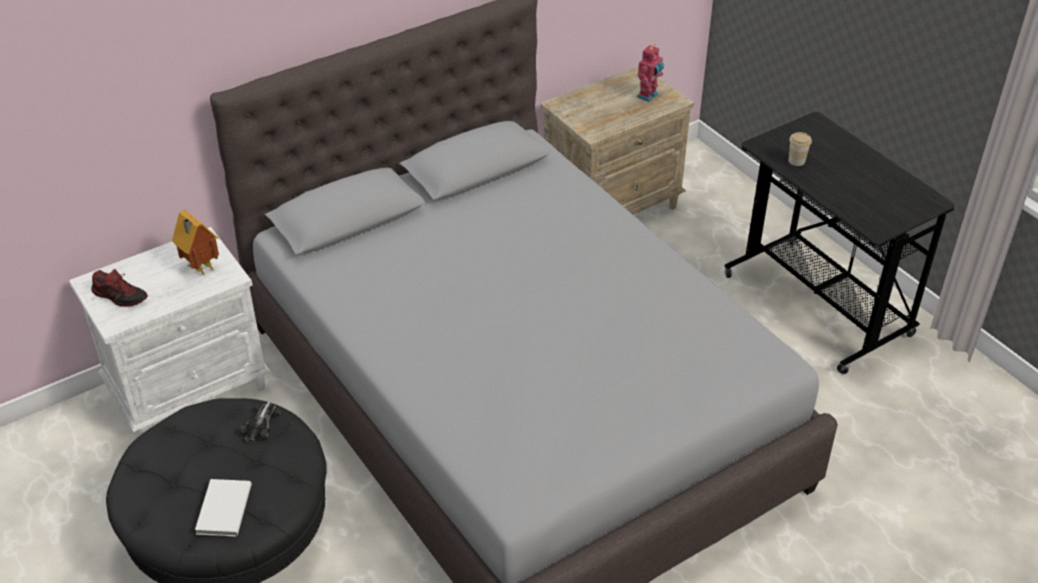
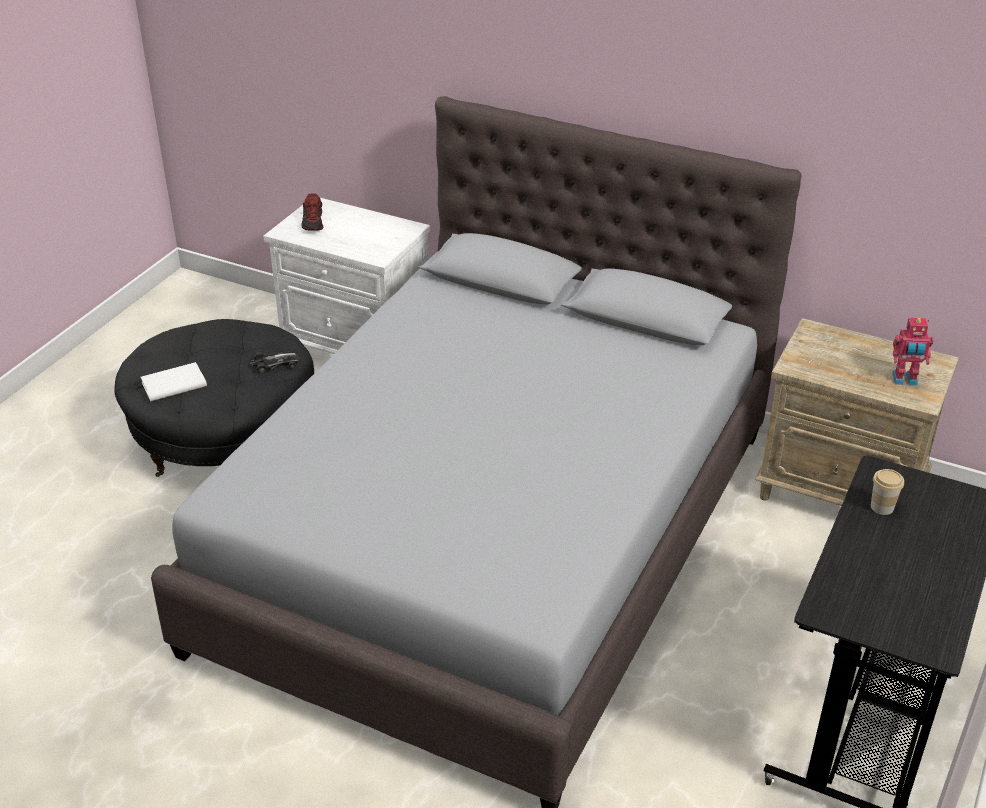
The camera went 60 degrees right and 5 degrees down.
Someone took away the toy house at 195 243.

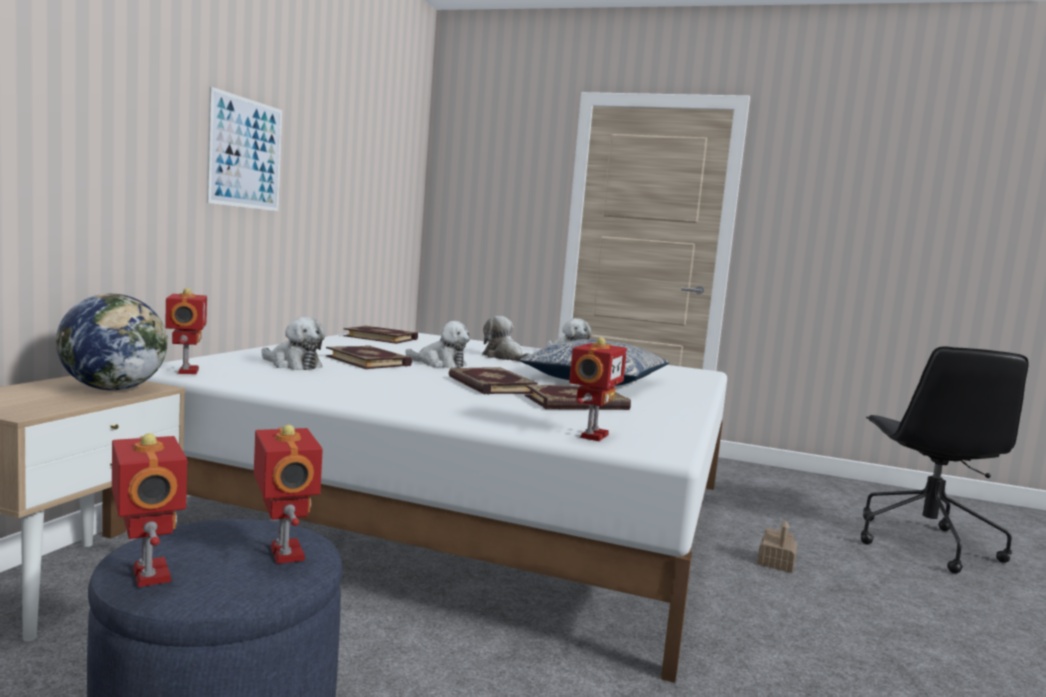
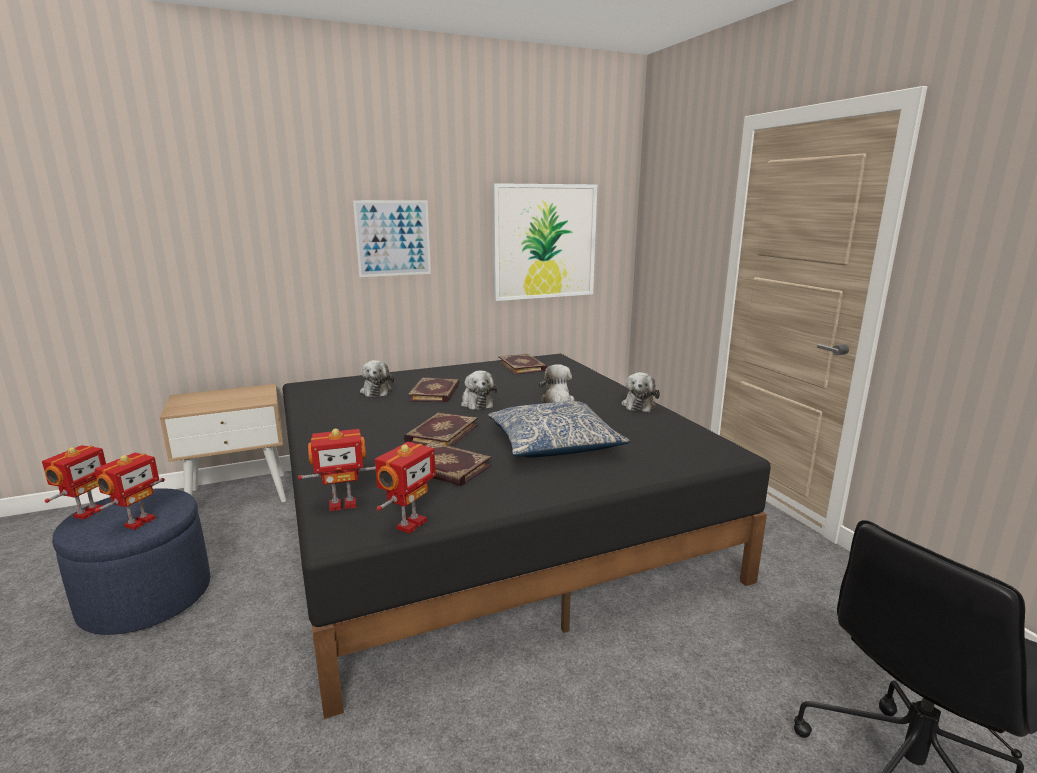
The camera went 50 degrees right and 10 degrees up.
Someone took away the globe at 112 342.
Someone repainted the white bed at 414 508, which became the black bed at 527 536.
Someone carried the toy robot from 186 331 to 405 488.
Someone took away the toy house at 777 546.
Someone put up the picture at 544 242.

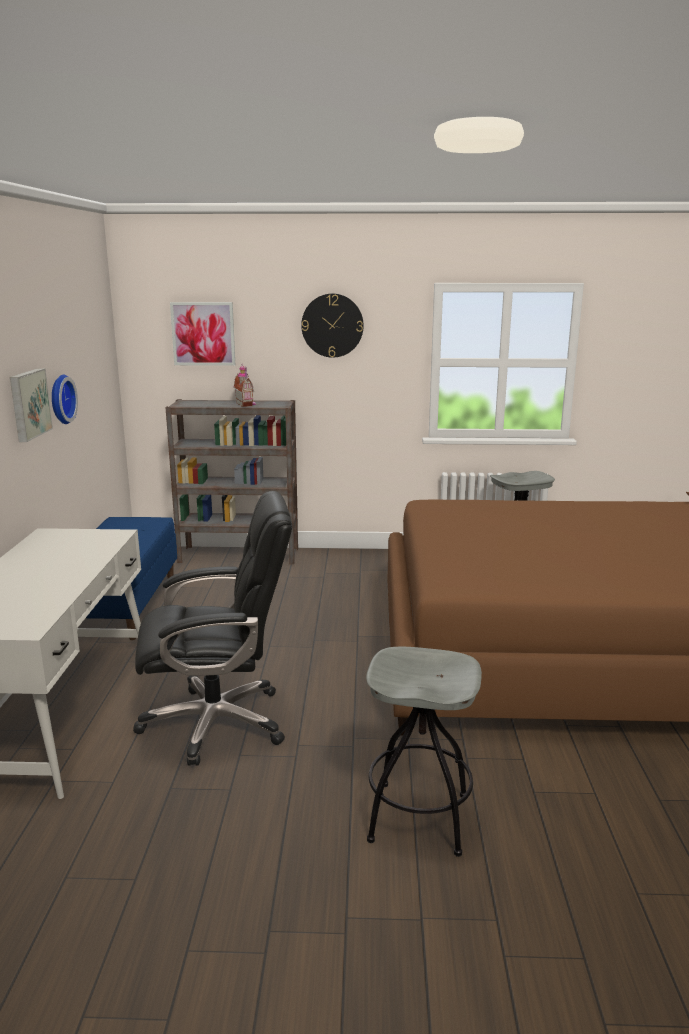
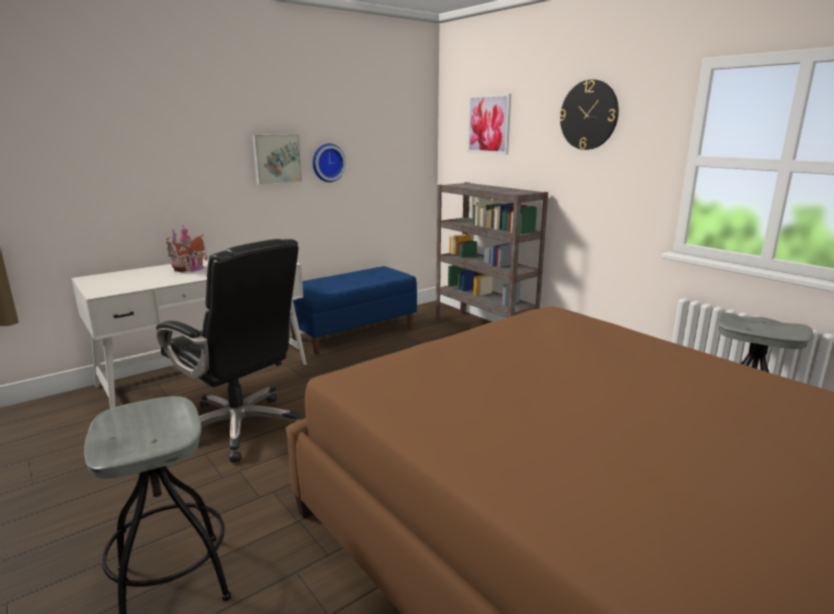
The camera went 50 degrees right and 0 degrees up.
Someone carried the toy house from 245 385 to 187 248.

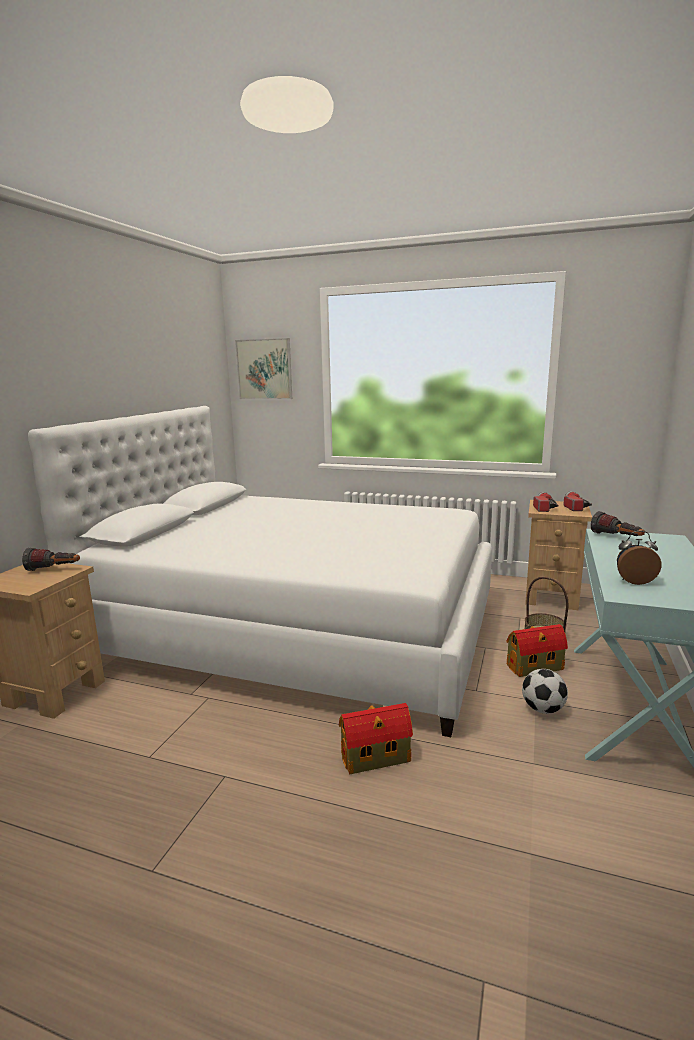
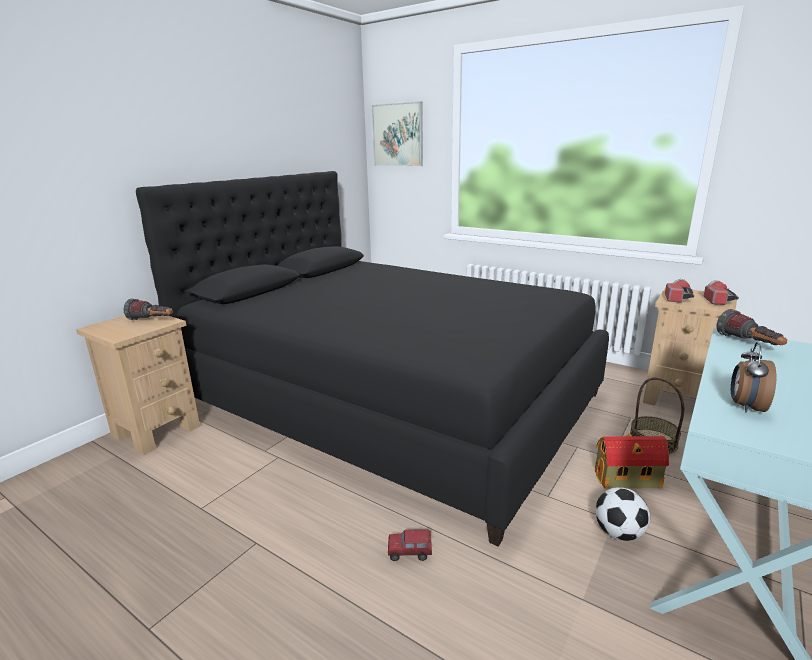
The camera went 15 degrees right and 5 degrees up.
Someone repainted the white bed at 260 571, which became the black bed at 372 359.
Someone swapped the toy house at 376 738 for the toy truck at 410 545.
Someone rotated the alarm clock at 639 558 by 90 degrees counterclockwise.

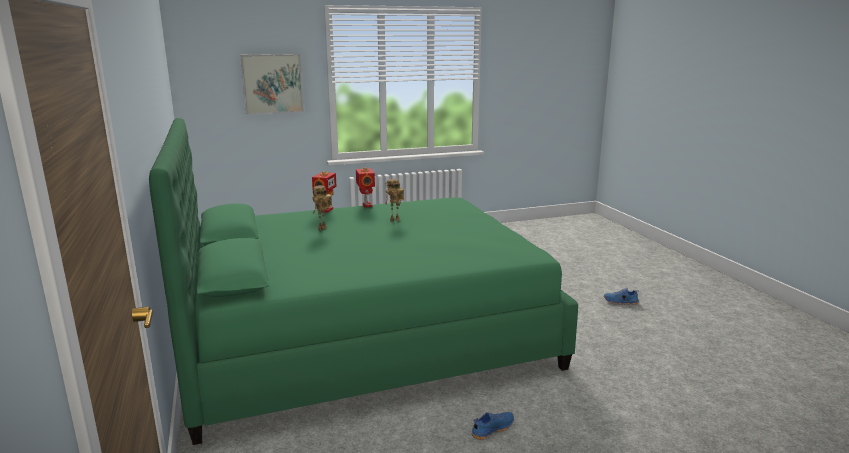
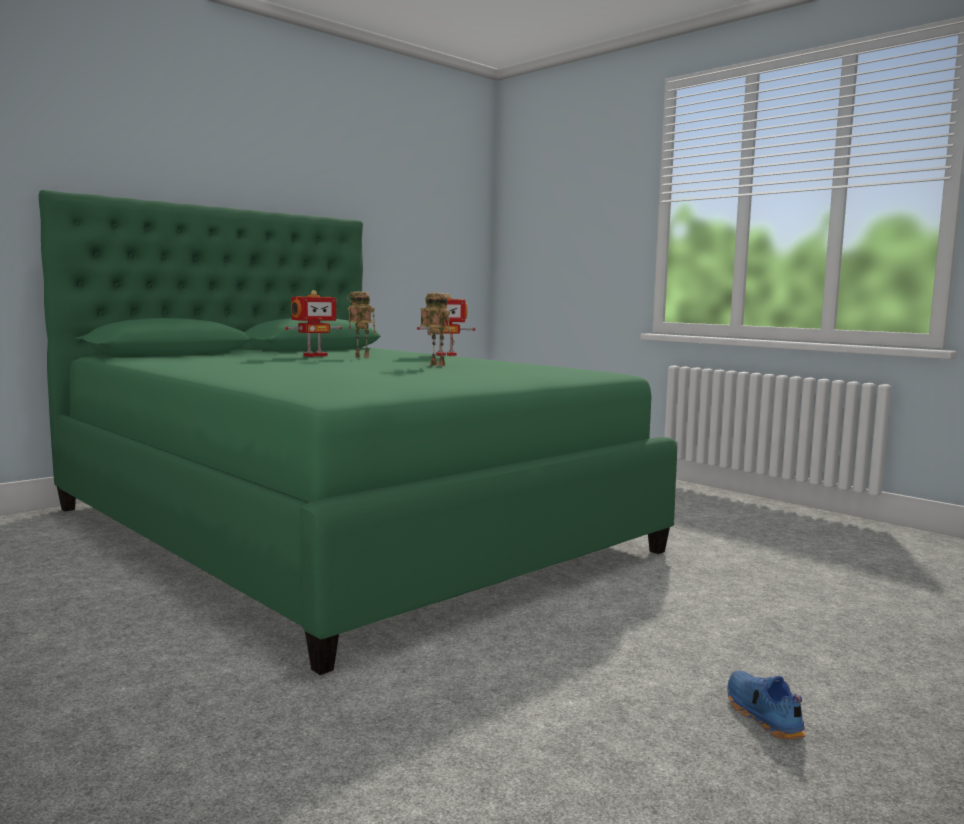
The camera went 65 degrees right and 10 degrees down.
Someone took away the picture at 272 84.
Someone carried the toy robot from 365 187 to 313 323.
Someone took away the blue shoe at 492 426.

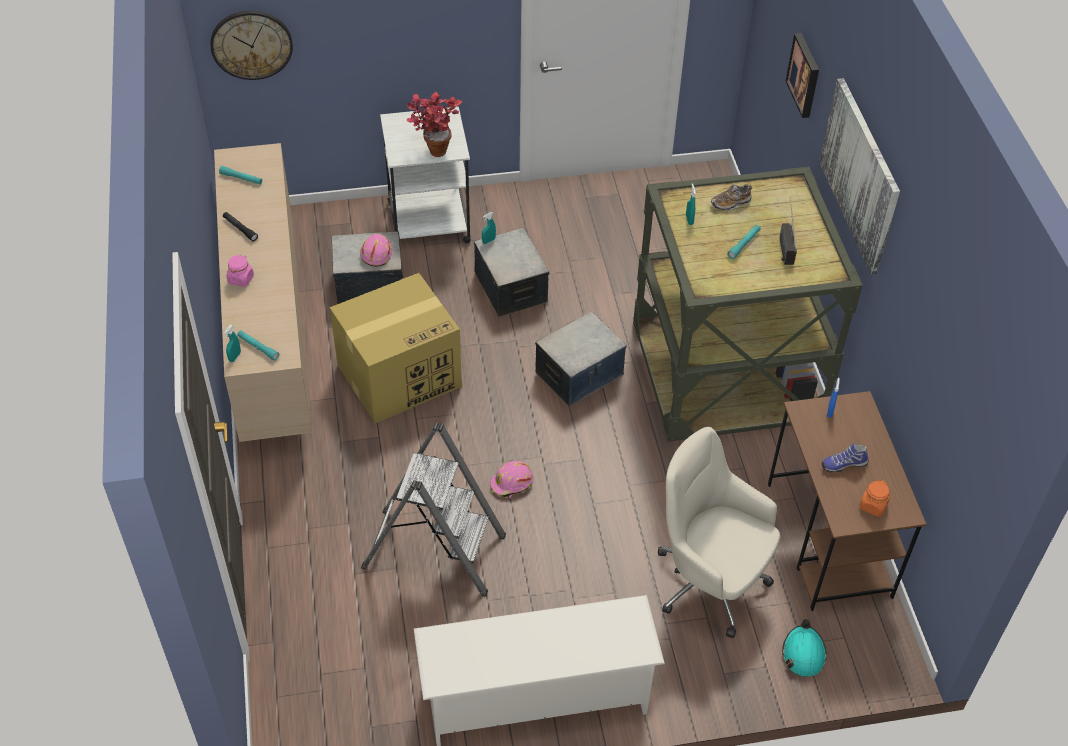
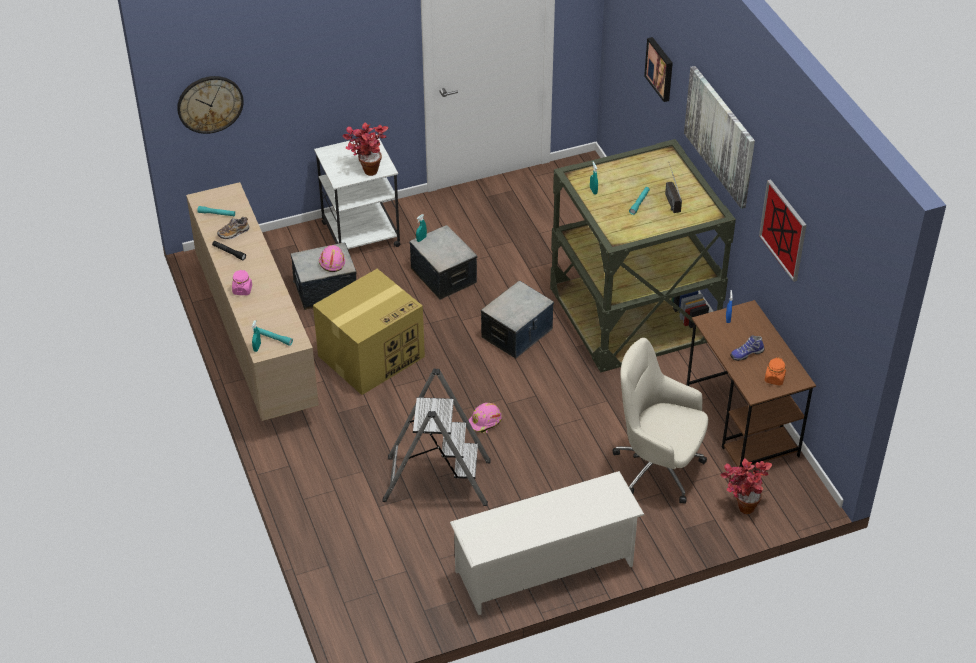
The camera went 10 degrees left and 5 degrees down.
Someone carried the shoe from 731 197 to 233 228.
Someone swapped the turquoise hard hat at 804 648 for the potted plant at 746 486.
Someone put up the picture at 783 230.

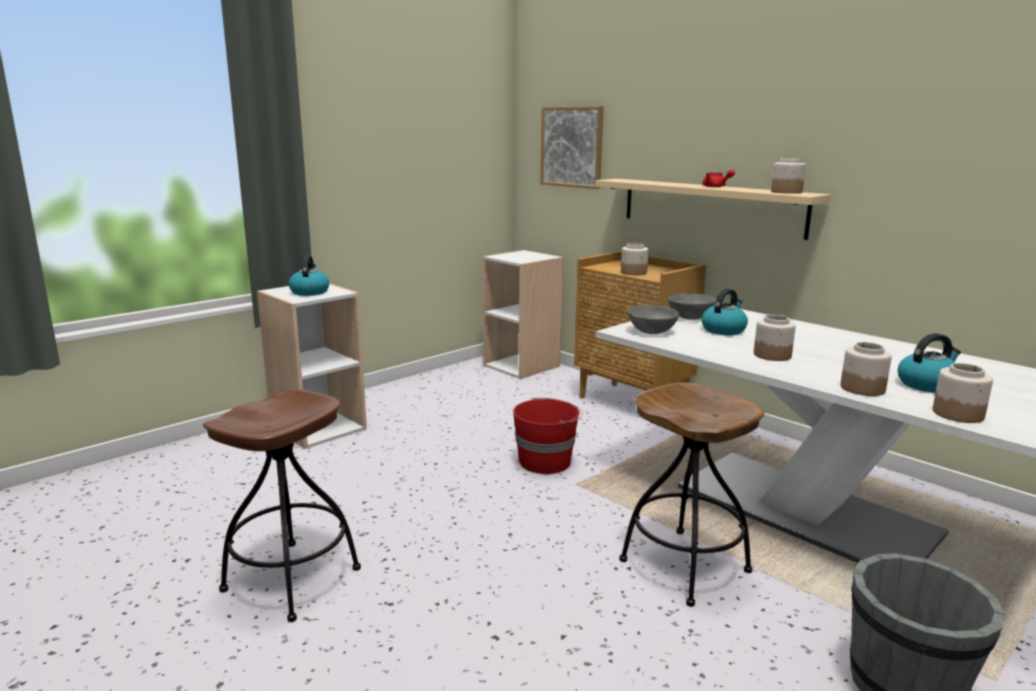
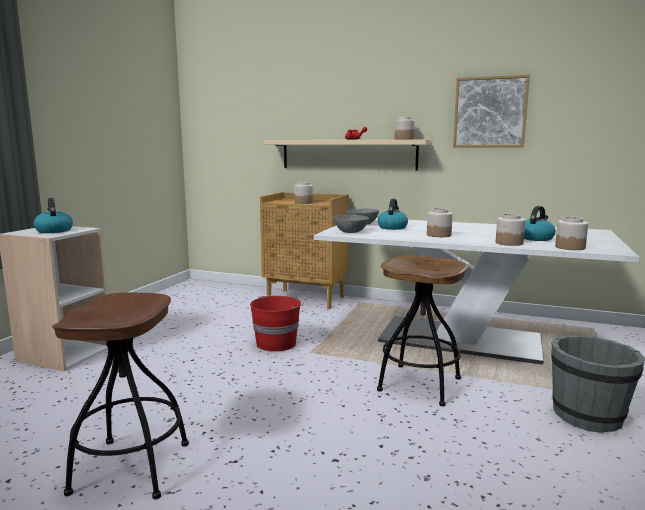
The camera went 25 degrees left and 5 degrees down.
Someone took away the bookcase at 523 314.
Someone carried the picture from 572 147 to 491 111.

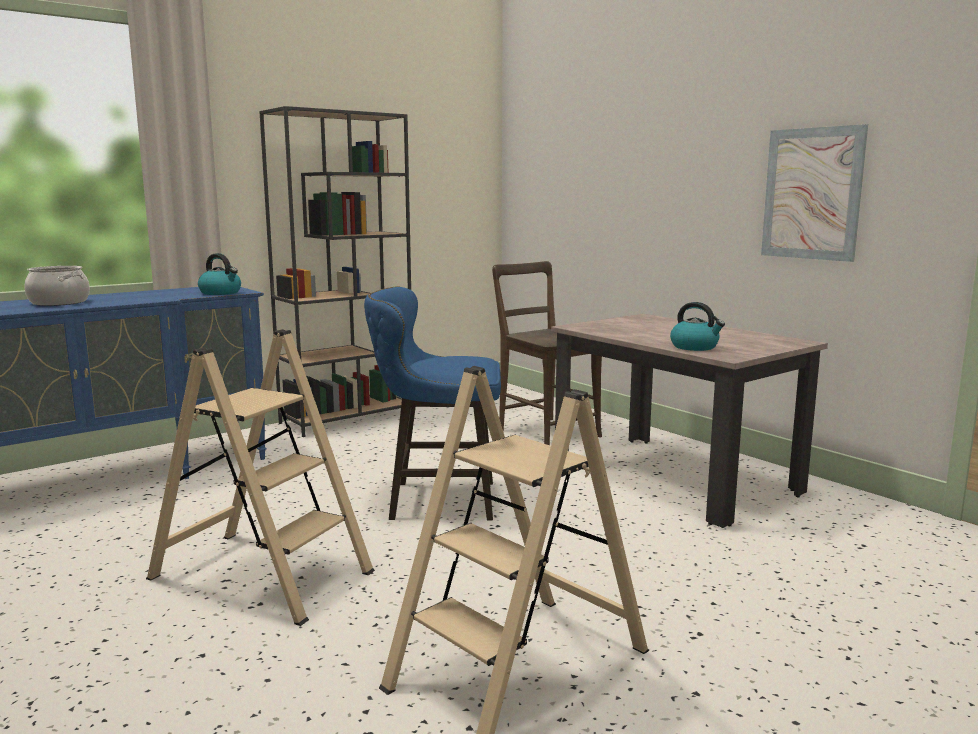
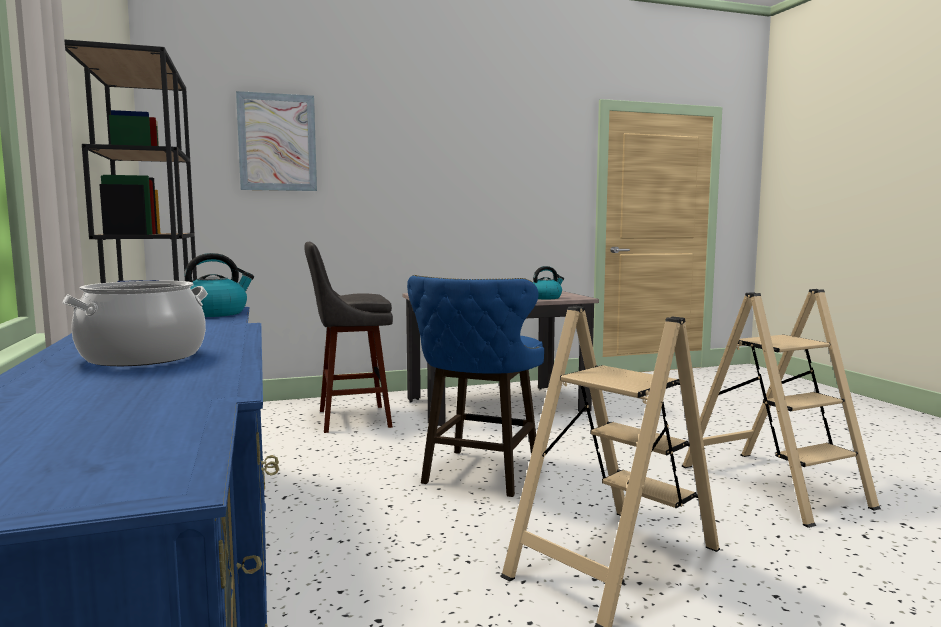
The camera went 70 degrees left and 5 degrees down.
Someone swapped the brown chair at 547 353 for the grey stool at 348 337.
Someone carried the picture from 814 193 to 276 141.

